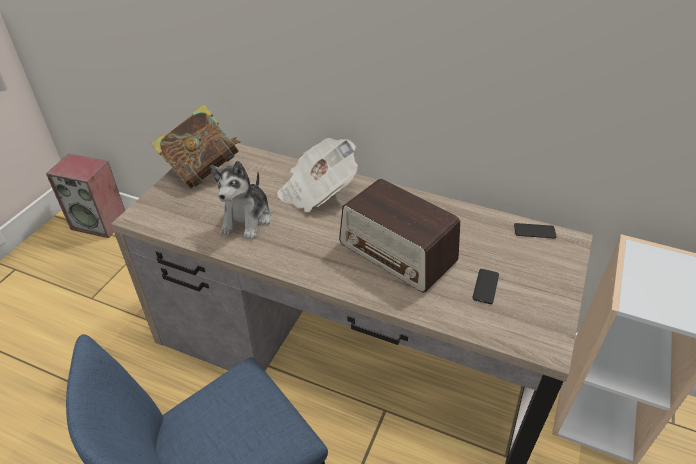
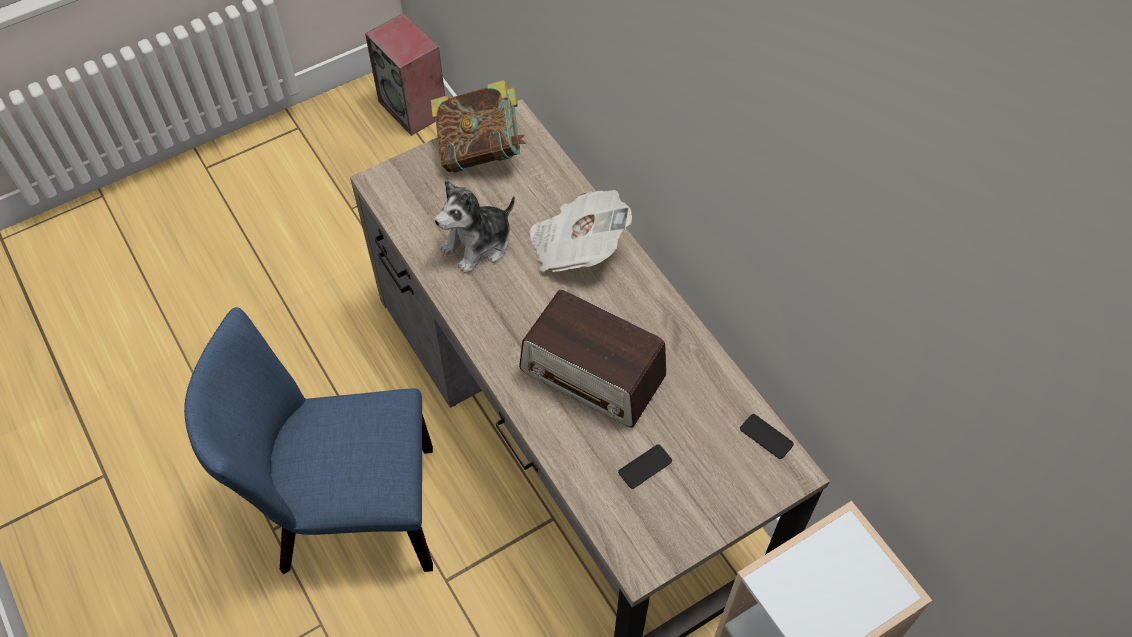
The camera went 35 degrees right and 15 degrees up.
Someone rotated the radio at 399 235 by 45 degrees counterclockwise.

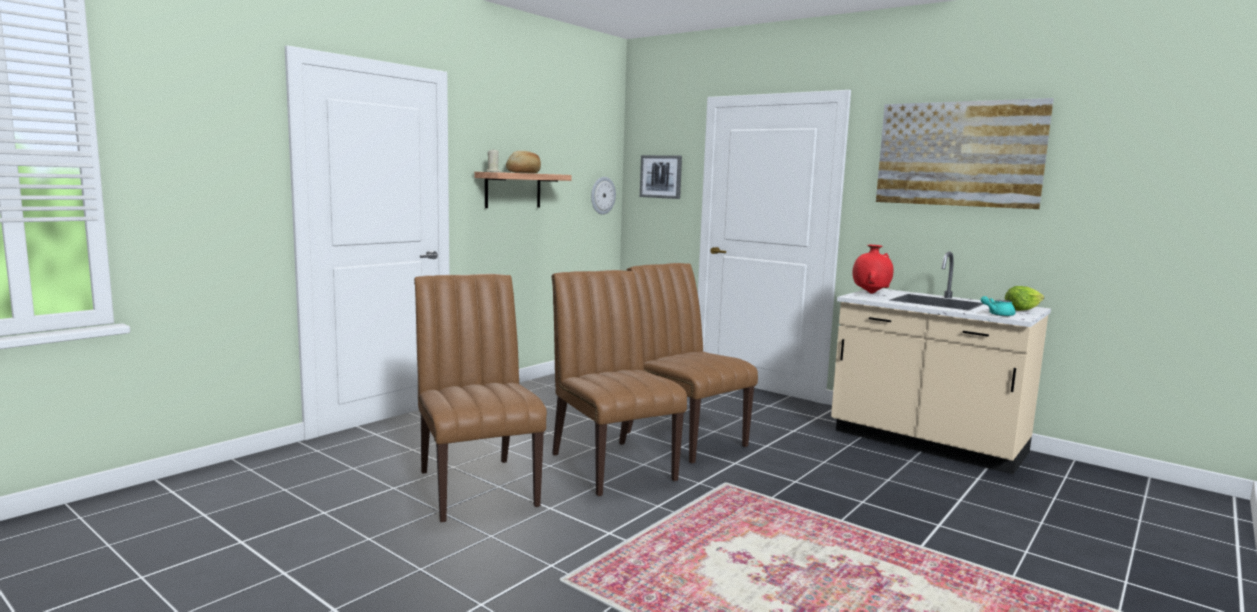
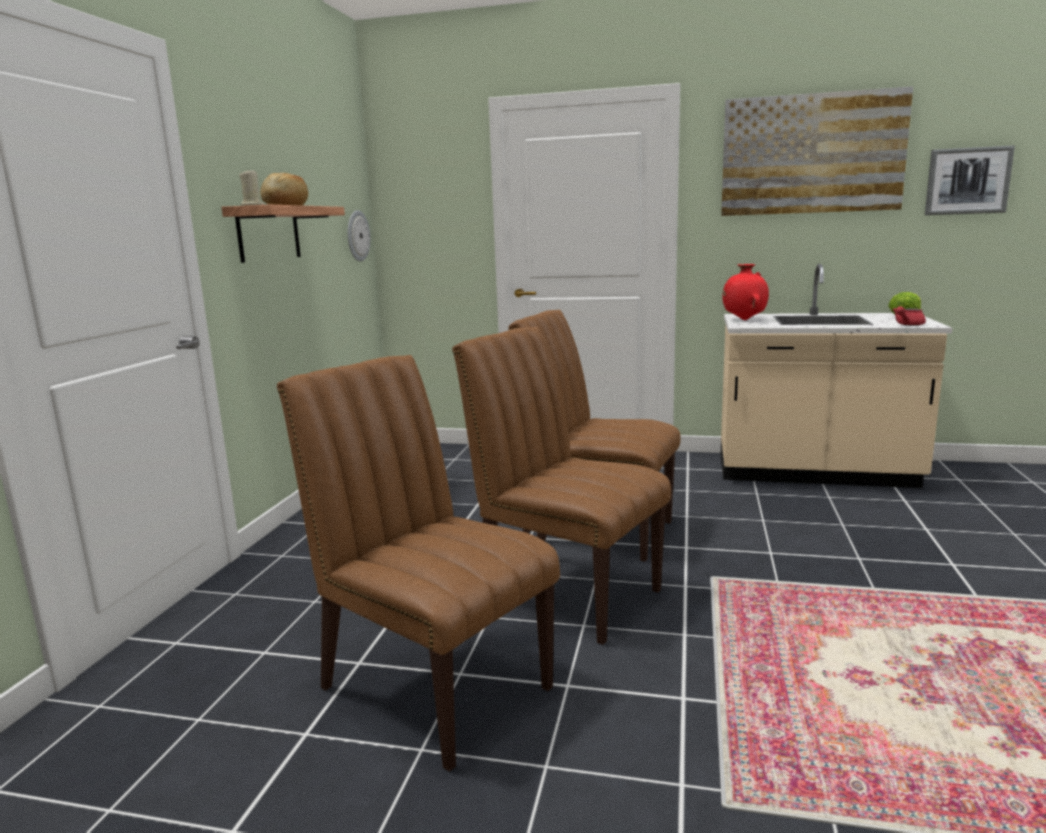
The camera went 25 degrees left and 5 degrees up.
Someone carried the picture from 661 177 to 970 180.
Someone repainted the turquoise teapot at 998 306, which became the red teapot at 909 316.

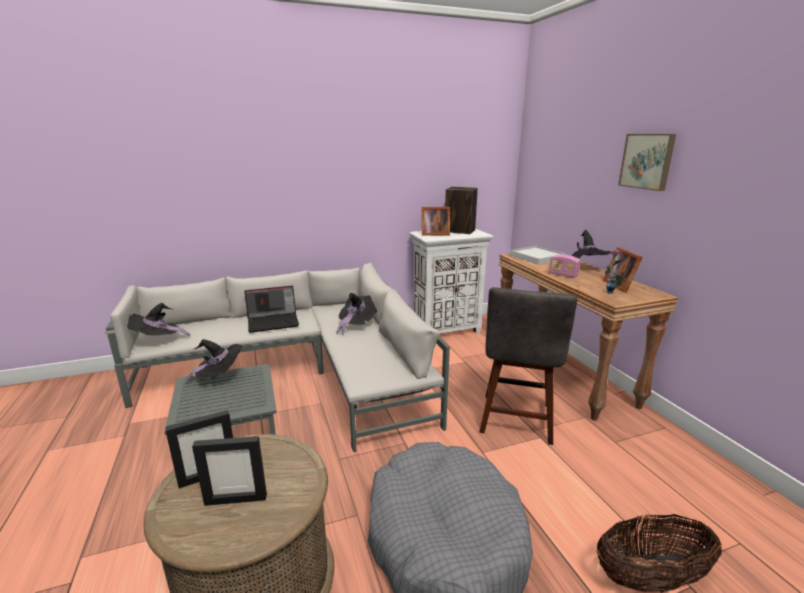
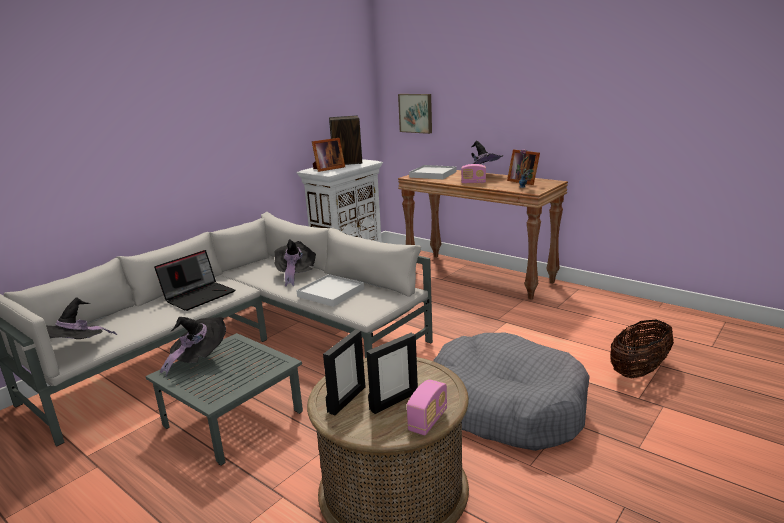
The camera went 30 degrees left and 0 degrees up.
Someone took away the grey stool at 528 366.
Someone carried the picture from 647 162 to 415 114.
Someone put down the white tray at 330 290.
Someone put down the radio at 427 407.

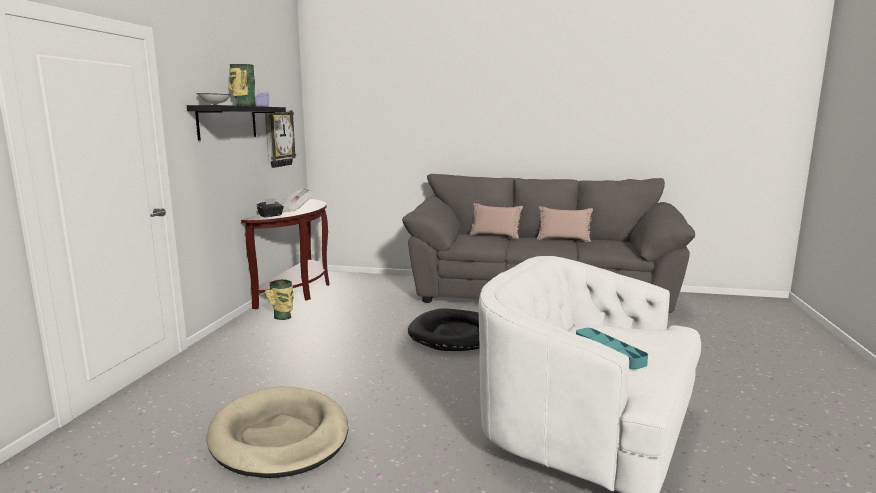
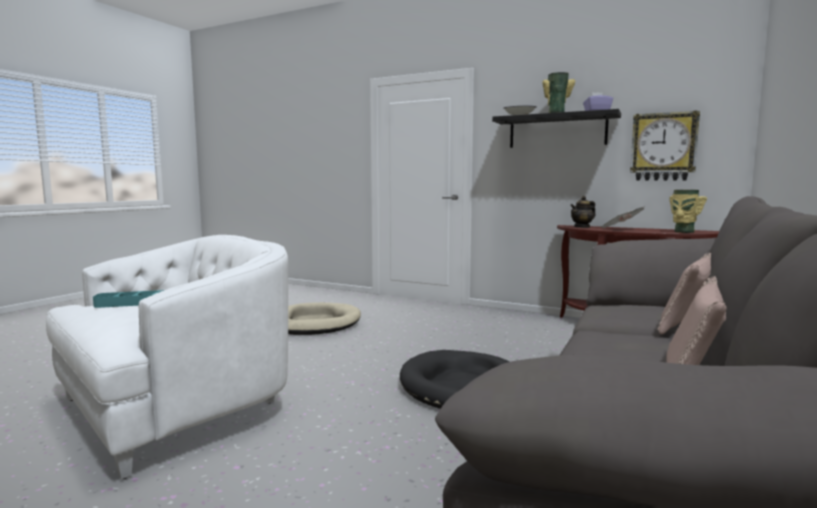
The camera went 105 degrees right and 5 degrees down.
Someone swapped the black tissue box at 270 207 for the teapot at 583 212.
Someone carried the vase from 279 299 to 688 211.

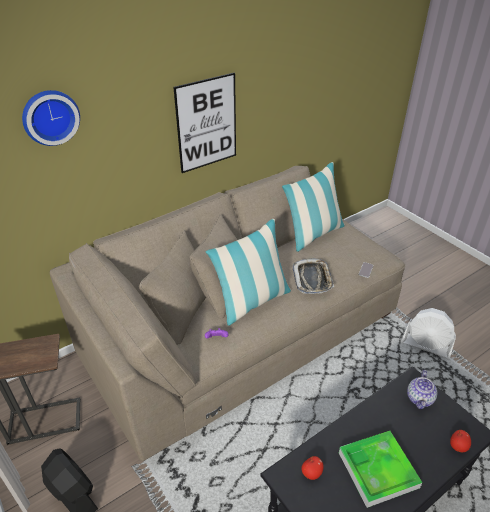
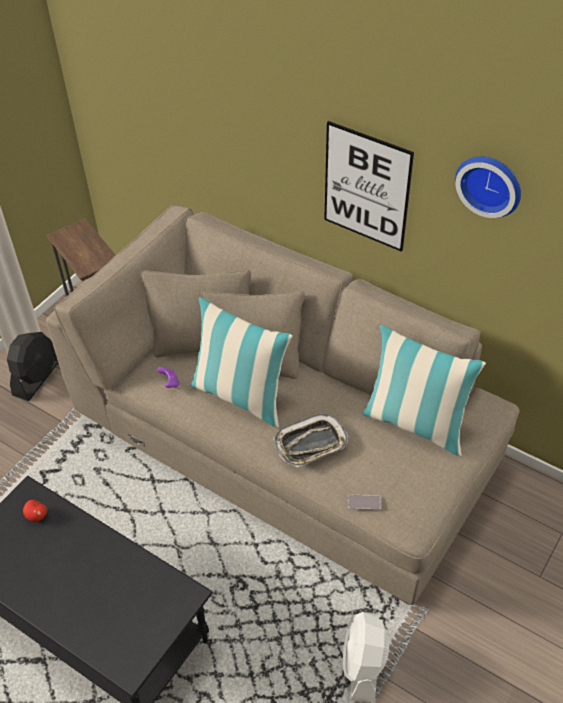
The camera went 70 degrees right and 10 degrees up.
Someone carried the wall clock from 51 118 to 488 187.
Someone took away the tray at 381 469.
Someone took away the teapot at 422 389.
Someone took away the apple at 460 441.

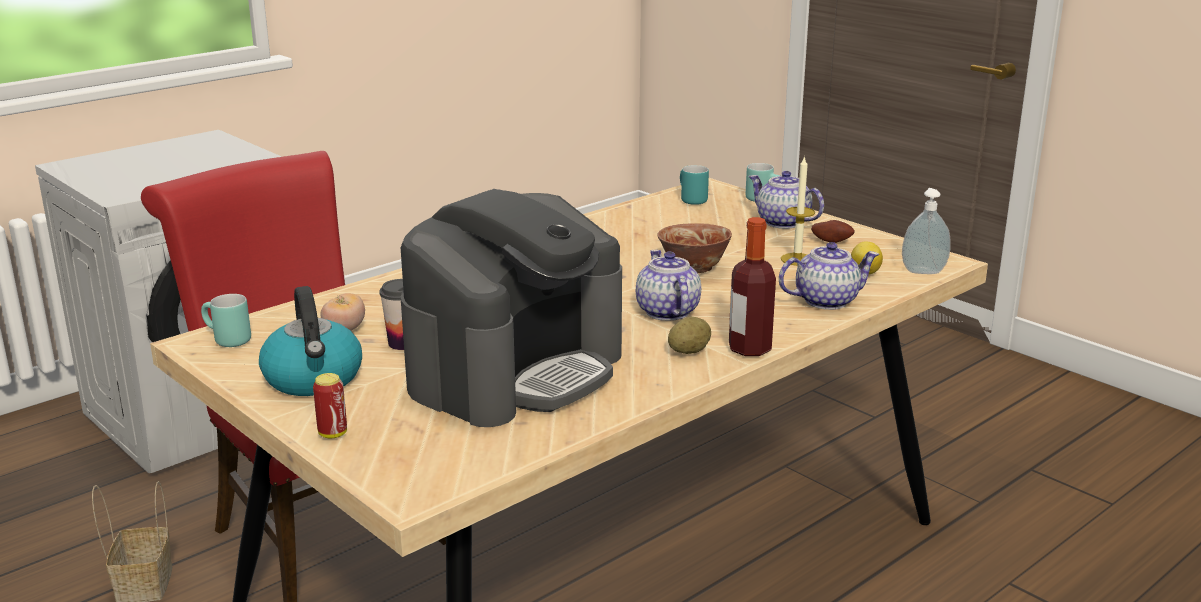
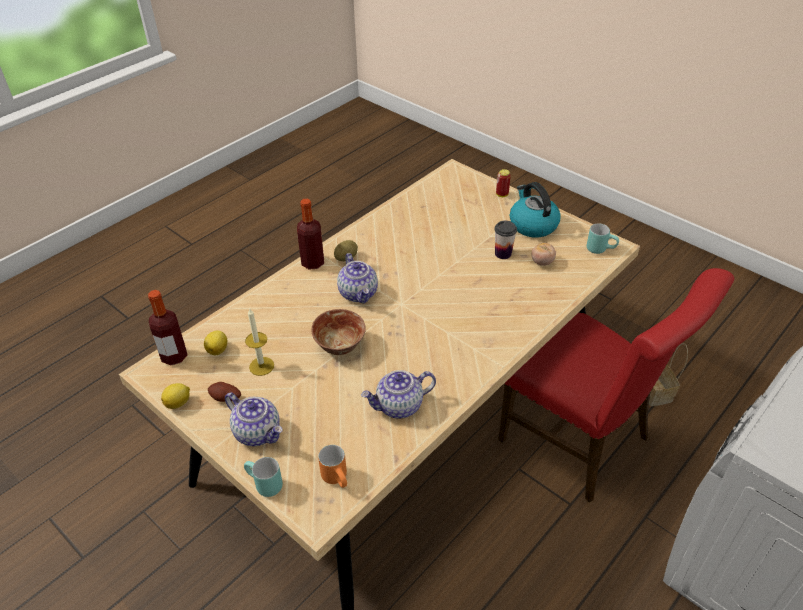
The camera went 175 degrees right and 20 degrees up.
Someone took away the coffee machine at 511 308.
Someone repainted the turquoise mug at 694 185, which became the orange mug at 332 466.
Someone carried the teapot from 829 276 to 398 394.
Someone swapped the soap dispenser at 926 231 for the bottle at 168 327.
Someone put down the lemon at 175 396.

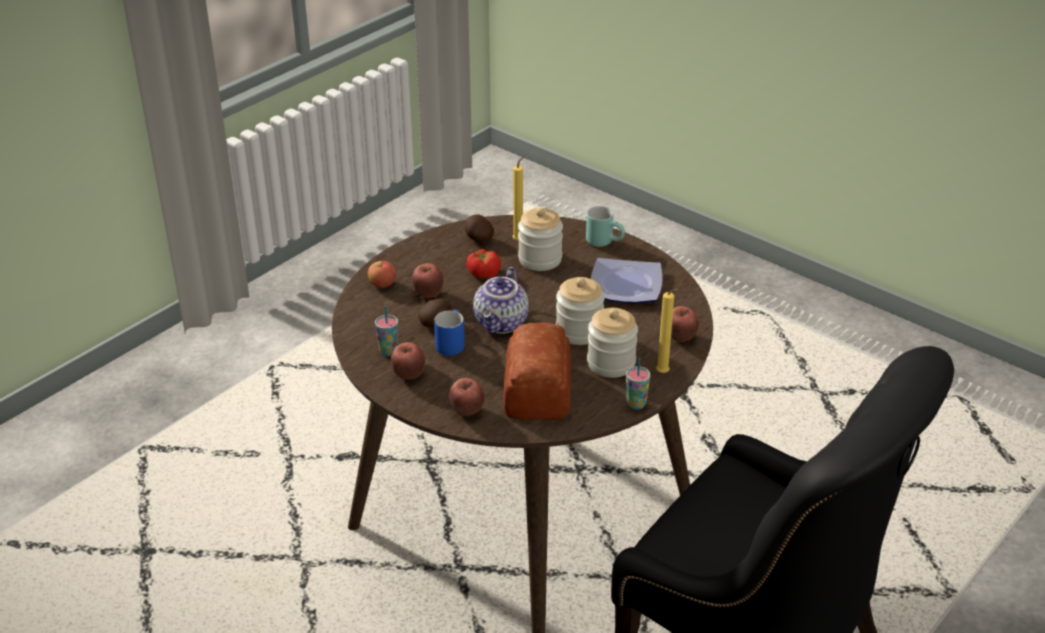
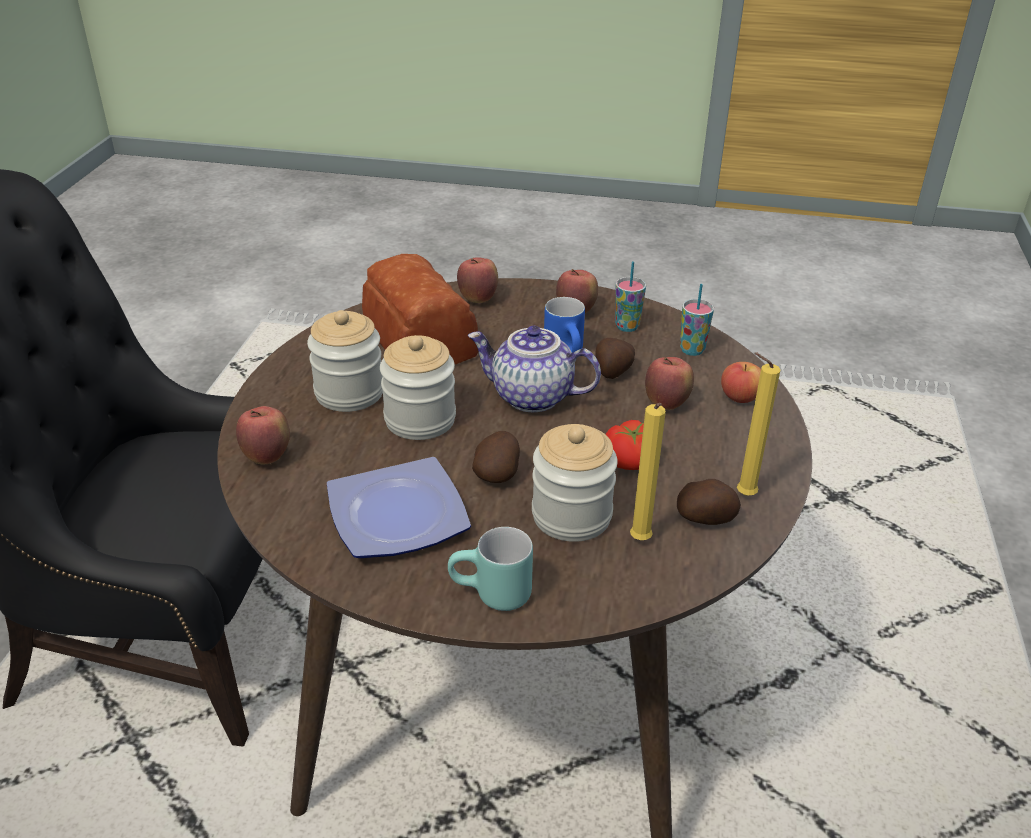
The camera went 150 degrees right and 0 degrees up.
Someone rotated the teapot at 501 300 by 60 degrees counterclockwise.
Someone carried the cup from 638 384 to 697 320.
Someone carried the yellow candle from 668 331 to 759 424.
Someone put down the potato at 496 457.

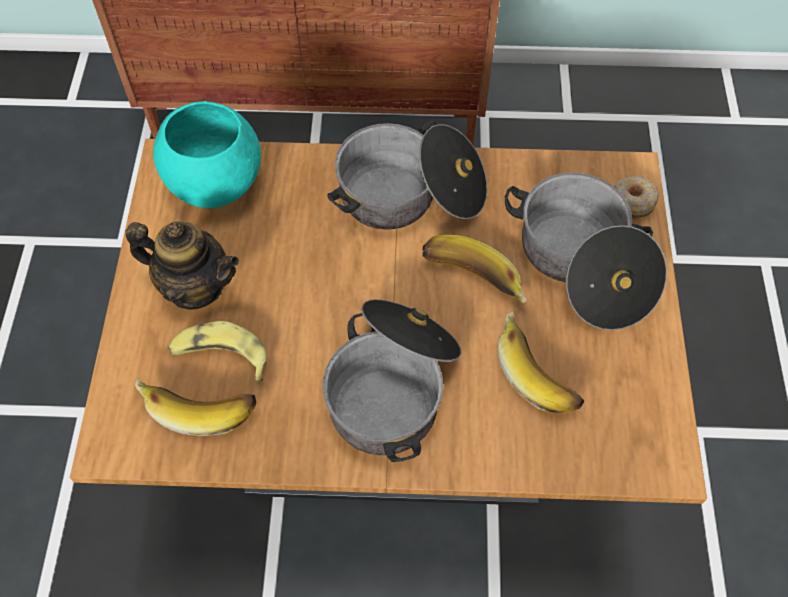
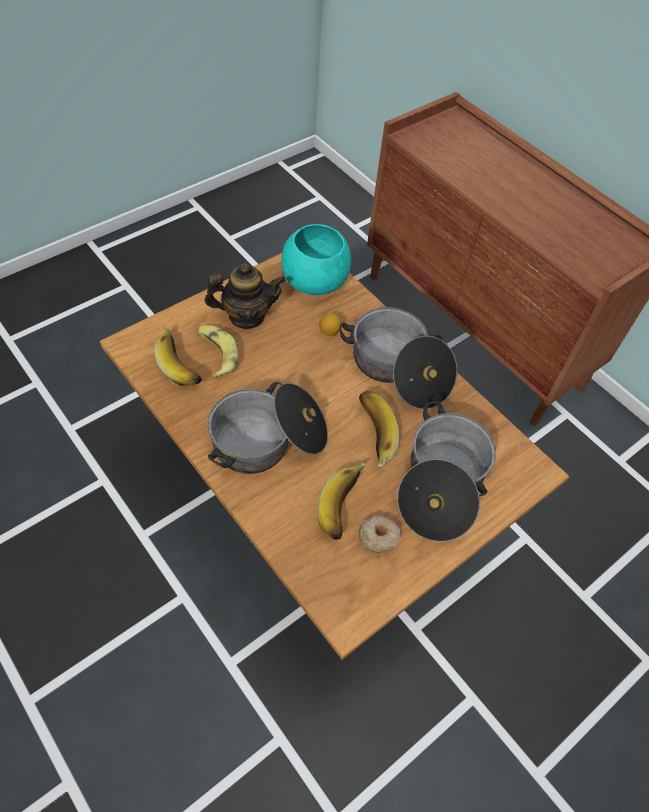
The camera went 45 degrees right and 5 degrees down.
Someone rotated the teapot at 182 265 by 75 degrees counterclockwise.
Someone carried the donut from 636 197 to 379 534.
Someone put down the lemon at 330 324.

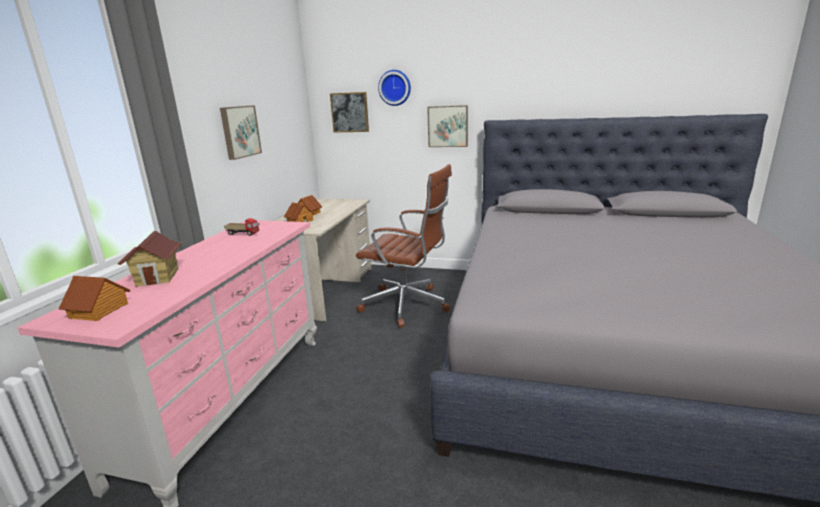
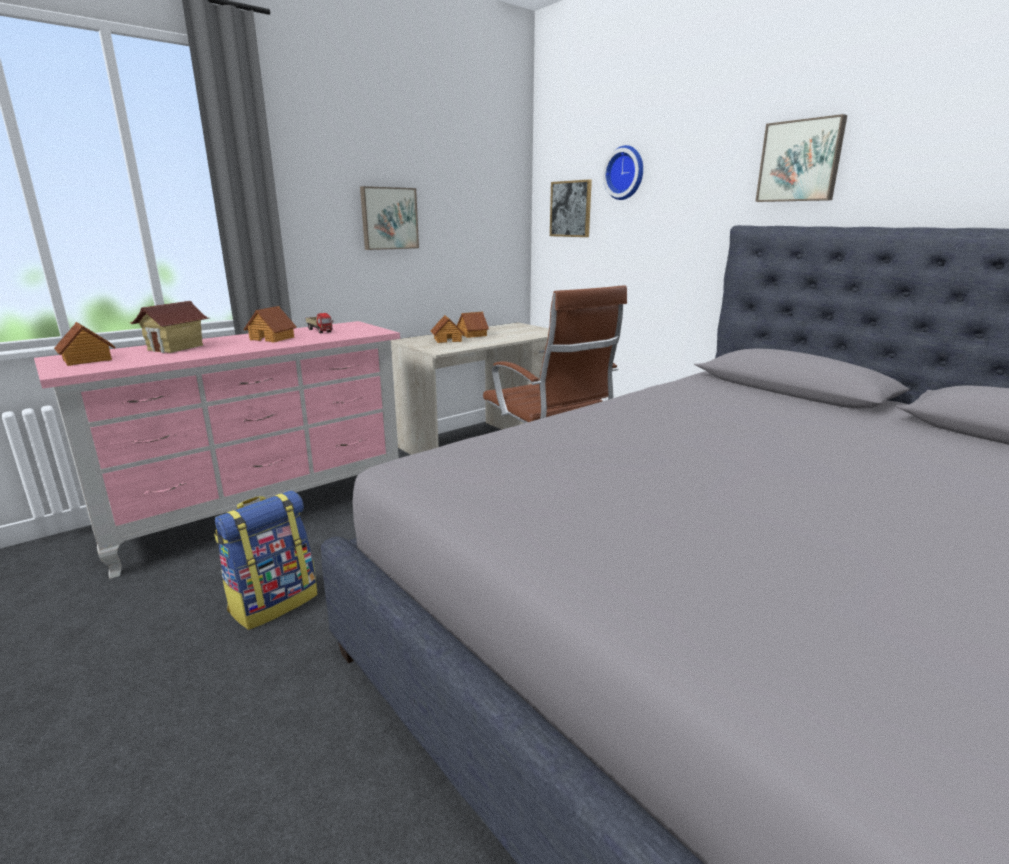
The camera went 35 degrees right and 0 degrees up.
Someone carried the picture from 447 126 to 801 158.
Someone put down the backpack at 266 560.
Someone put down the toy house at 270 324.

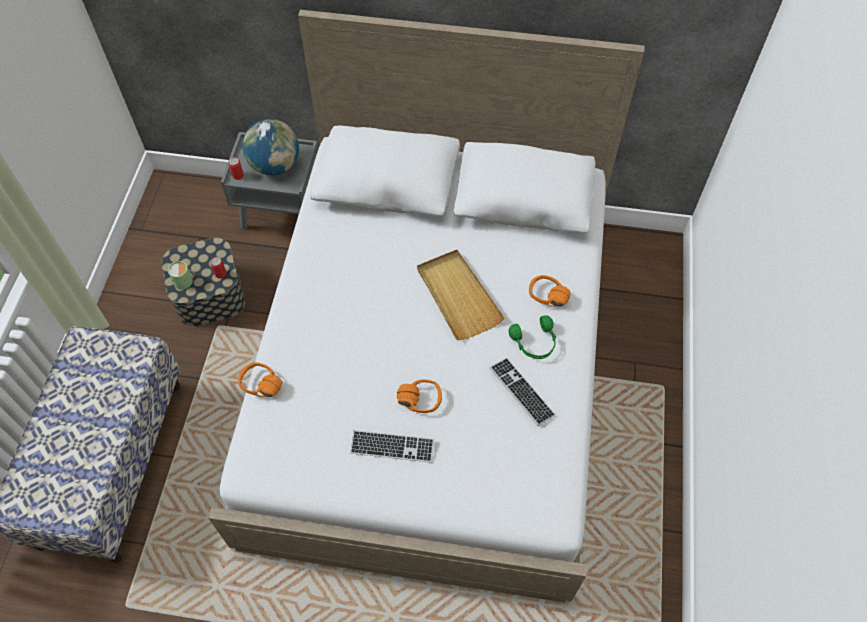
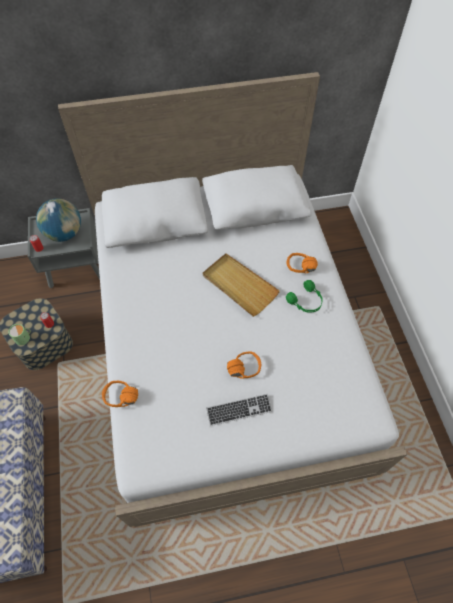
The camera went 20 degrees left and 0 degrees up.
Someone took away the keyboard at 522 392.

